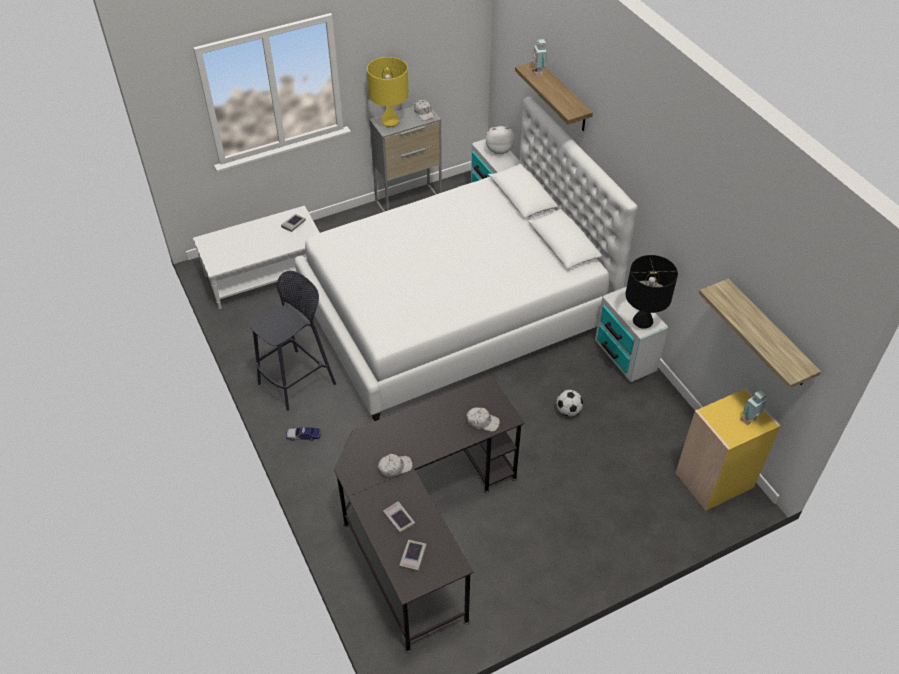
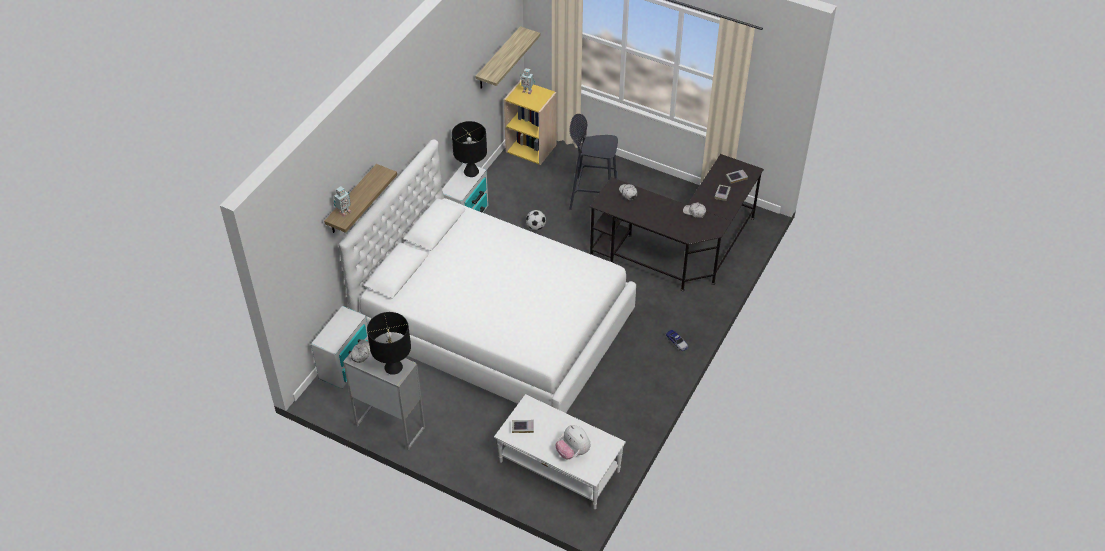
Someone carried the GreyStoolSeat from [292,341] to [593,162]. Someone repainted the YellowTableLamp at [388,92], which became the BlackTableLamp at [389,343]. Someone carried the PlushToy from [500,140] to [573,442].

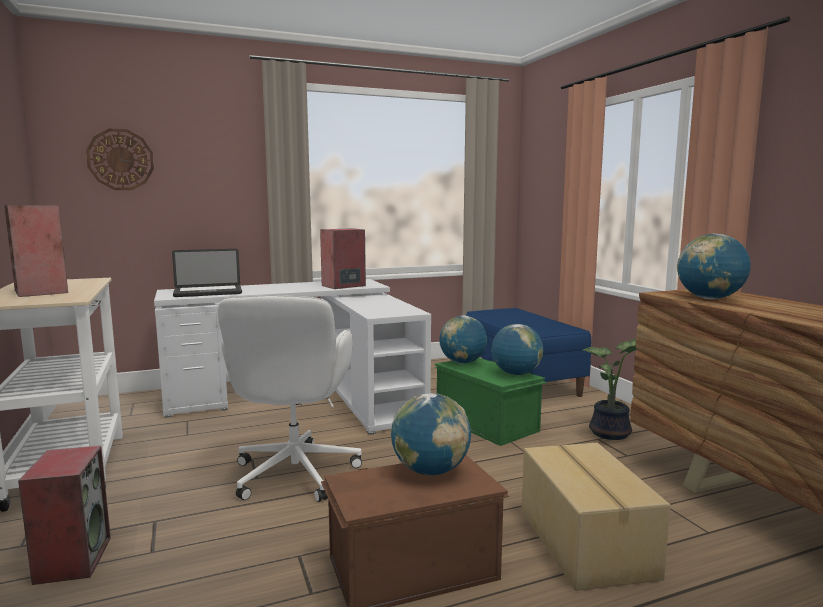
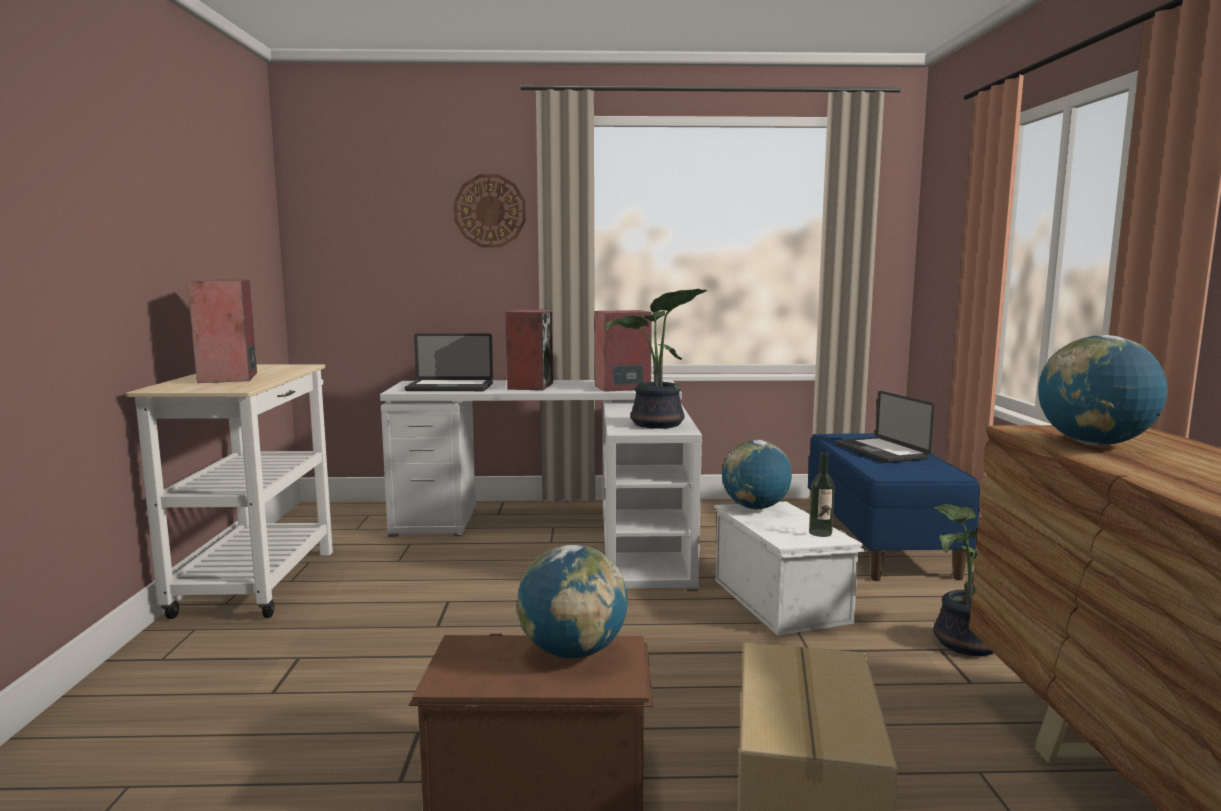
Someone carried the AudioSpeaker from [64,515] to [529,350]. Someone carried the ClockOnTheWall from [120,159] to [490,211]. Someone took away the WhiteColouredOfficeChair at [290,398]. Someone repainted the GreenColouredStorageBin at [491,402], which became the WhiteColouredStorageBin at [790,568]. Someone swapped the DeskGlobe at [517,349] for the Bottle at [822,495]. Someone put down the Houseplant at [656,359]. Someone put down the NotebookComputer at [885,427].

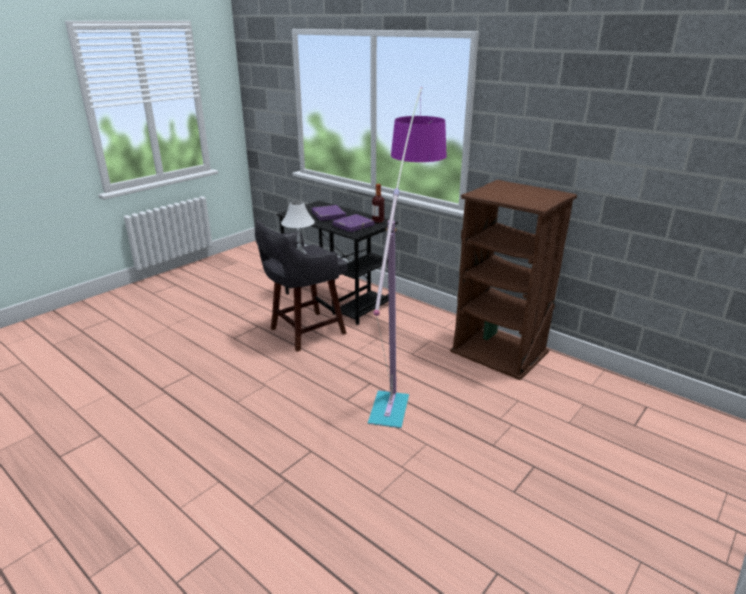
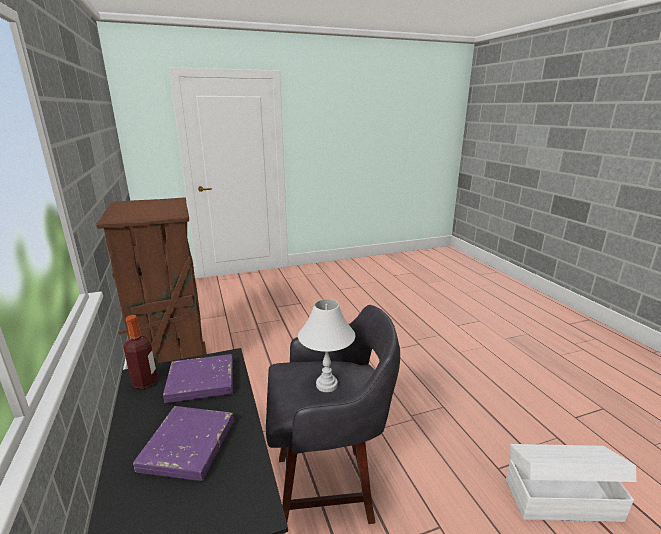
Someone took away the StandingLamp at [407,257]. Someone put down the WhiteColouredStorageBin at [571,483].

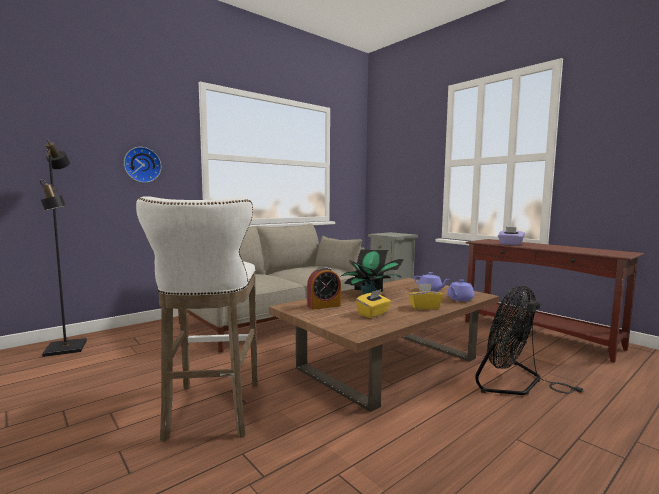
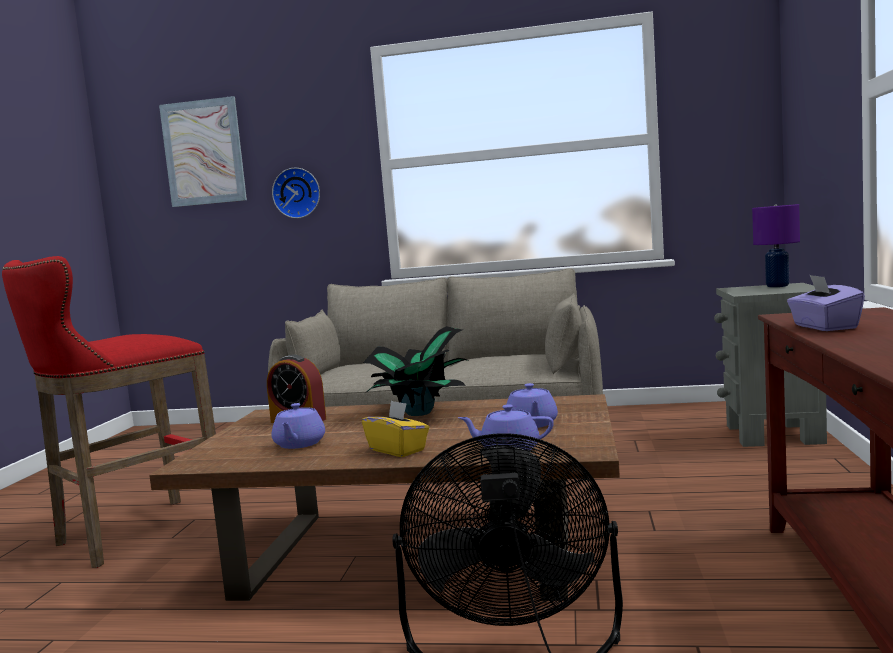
Someone took away the BlackStandingLamp at [63,248]. Someone repainted the WhiteColouredStoolSeat at [196,319], which became the ReddishStoolSeat at [109,412]. Someone swapped the YellowTissueHolder at [373,303] for the PurpleColouredTeaPot at [298,426]. Someone put up the WallPicture at [203,151]. Someone put down the PurpleColouredTableLamp at [776,245].

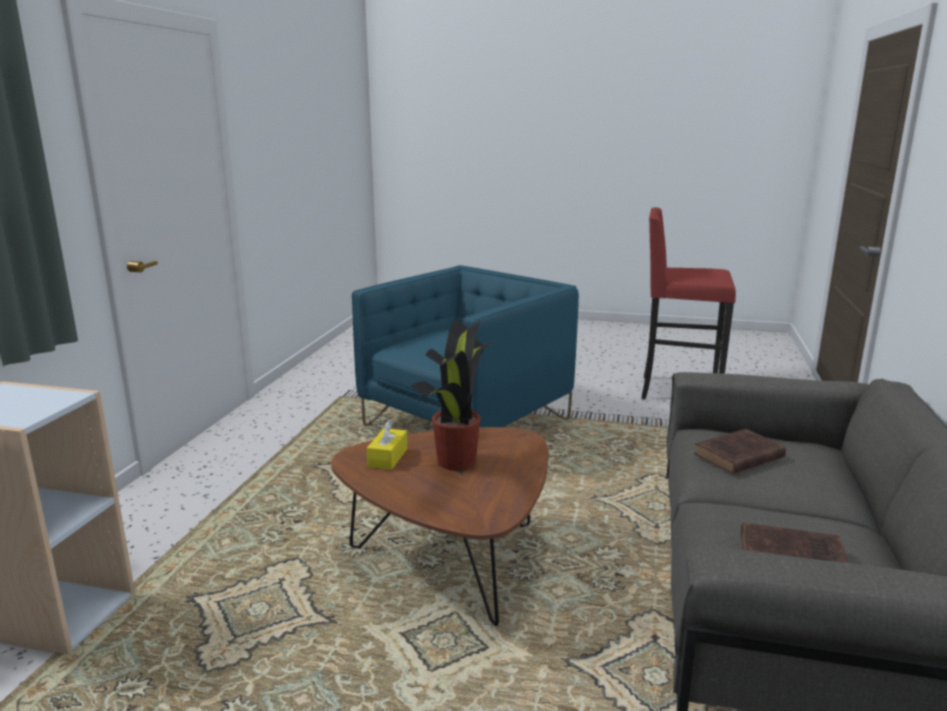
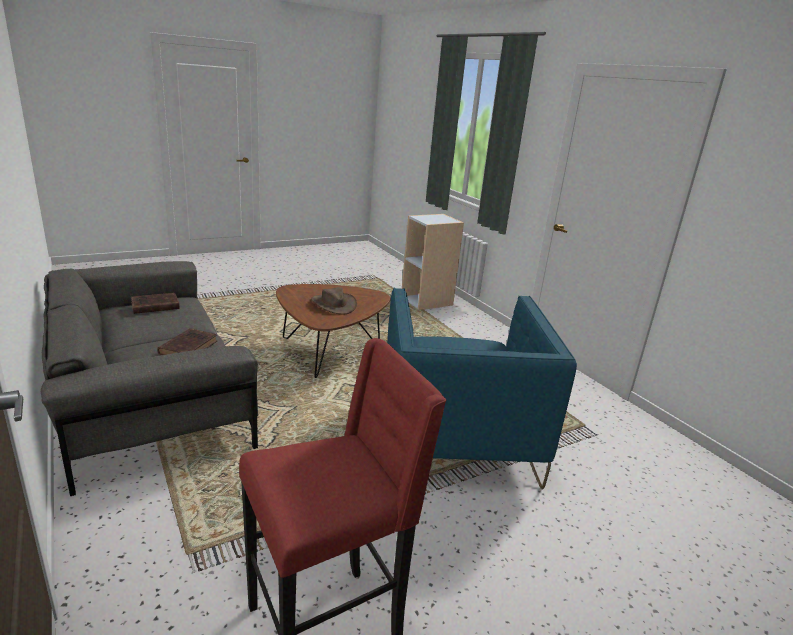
Someone took away the YellowTissueHolder at [387,445]. Someone swapped the Houseplant at [453,395] for the BrownColouredClothingHat at [334,301].

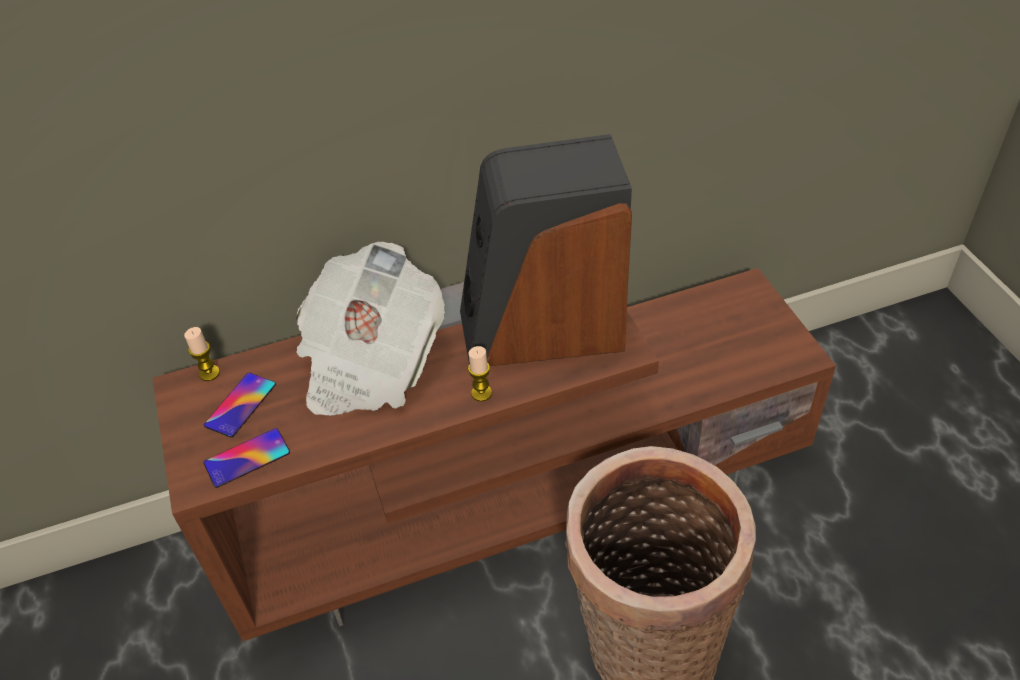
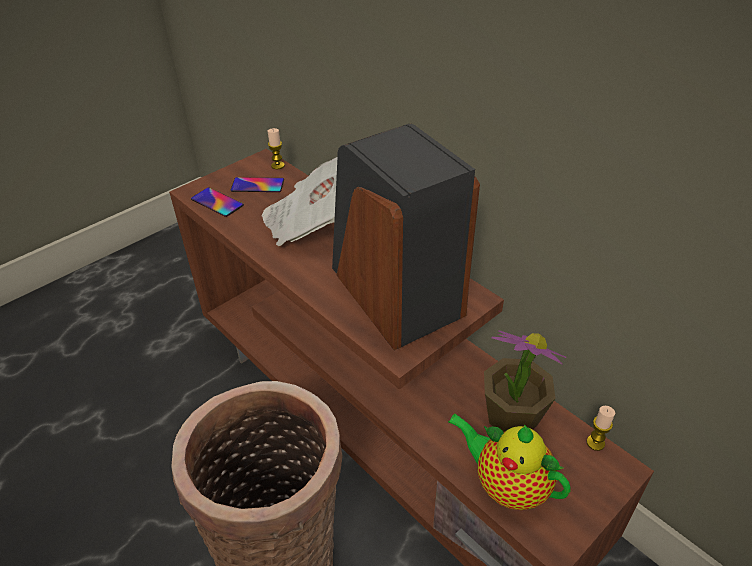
Someone carried the Candle from [480,374] to [600,428]. Someone put down the TeaPot at [509,461]. Someone put down the Houseplant at [525,381].

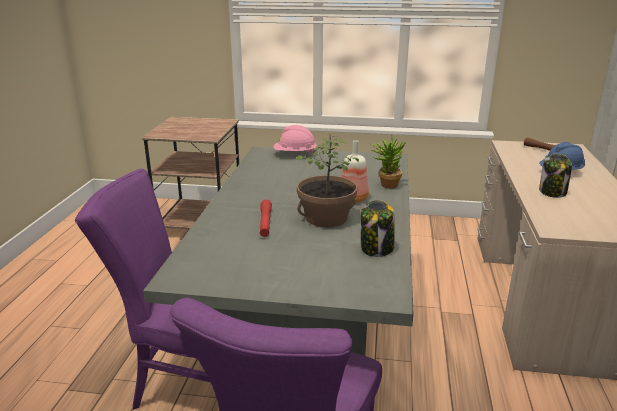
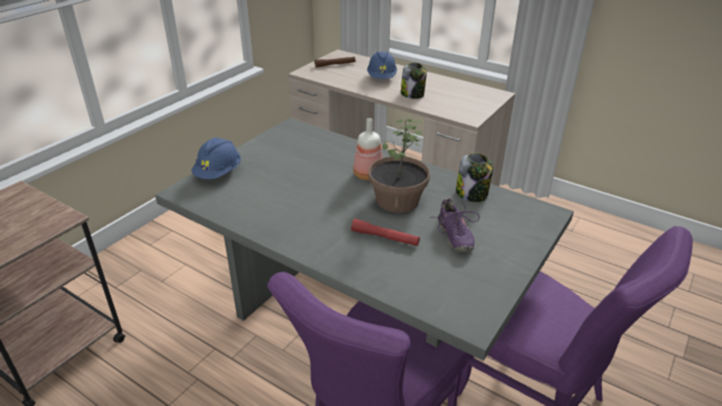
Someone repainted the PinkColouredSafetyHelmet at [295,139], which became the BluishSafetyHelmet at [216,158]. Someone took away the Houseplant at [388,161]. Someone put down the PurpleColouredItemOfFootwear at [455,225].

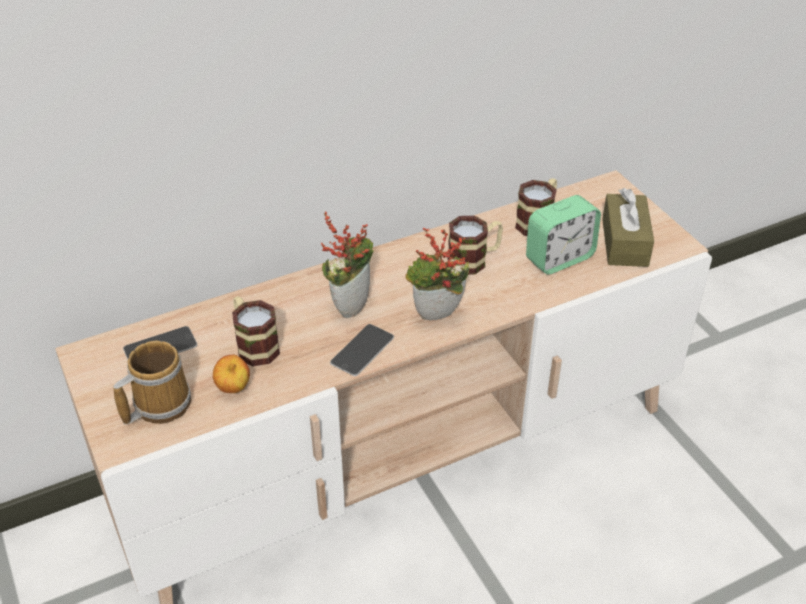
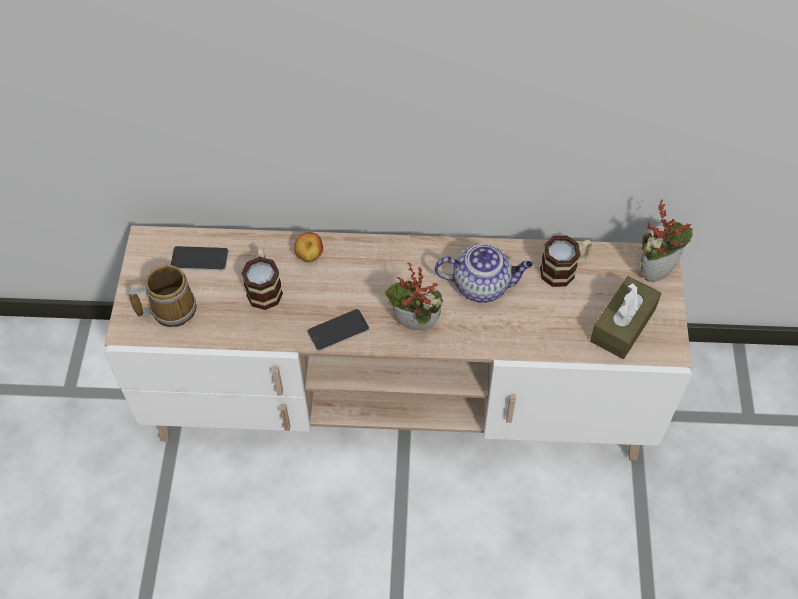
Someone carried the Apple from [231,373] to [308,247]. Someone carried the Houseplant from [347,264] to [667,240]. Someone swapped the TeaMug at [475,245] for the TeaPot at [484,273]. Someone took away the TableClock at [563,235].

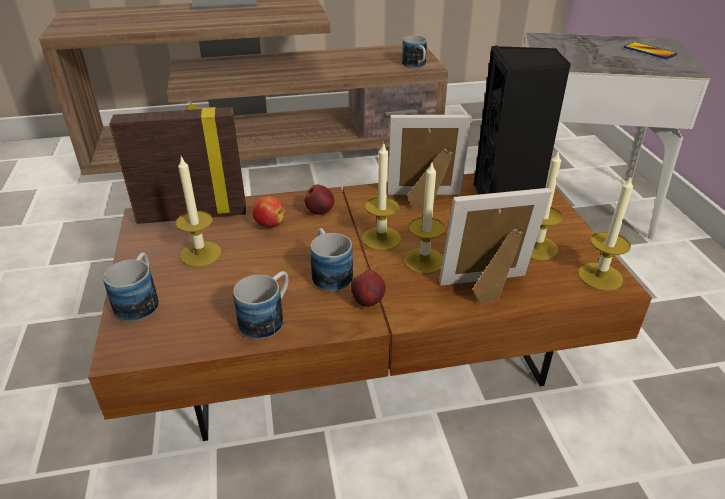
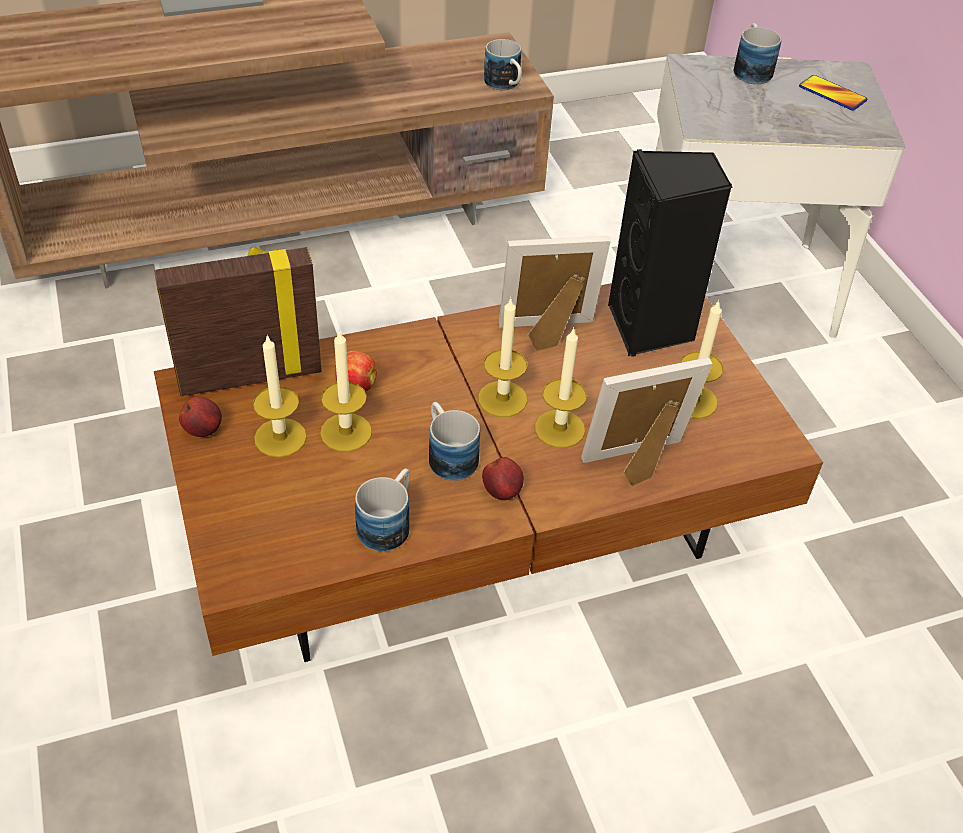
Someone carried the TeaMug from [131,287] to [758,53]. Someone carried the Apple from [319,200] to [200,417]. Someone carried the Candle from [605,233] to [346,390].

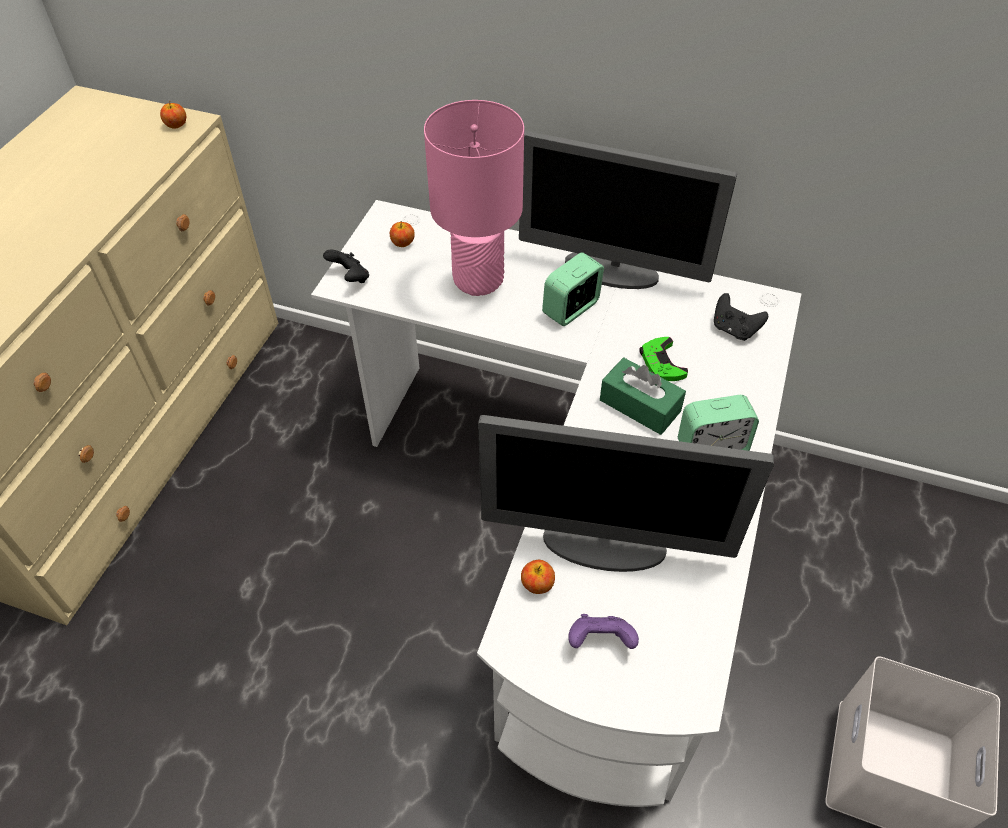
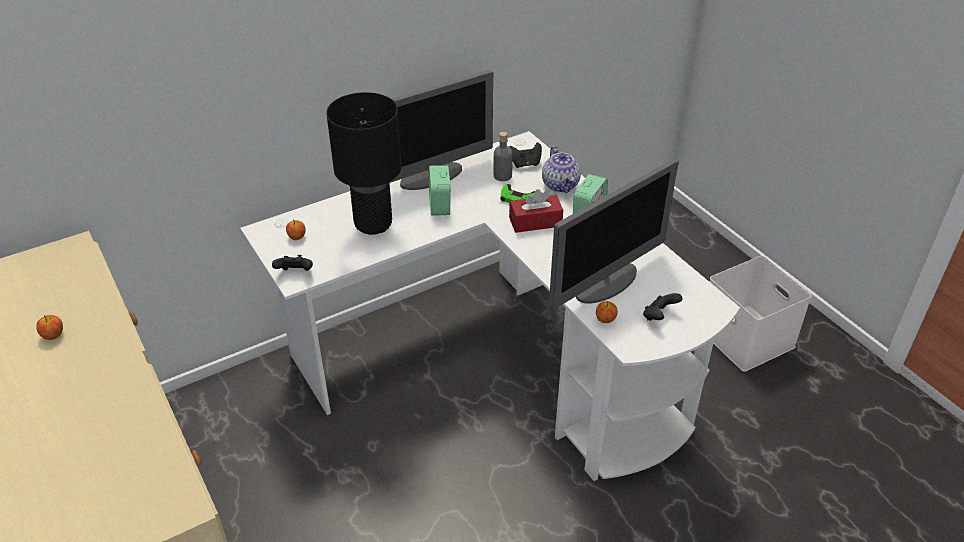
Someone carried the Apple from [173,114] to [49,327]. Someone repainted the PinkColouredTableLamp at [474,198], which became the BlackTableLamp at [364,163]. Someone repainted the PurpleColouredJoypad at [603,631], which became the BlackJoypad at [663,307]. Someone repainted the GreenColouredTissueHolder at [643,396], which became the ReddishTissueHolder at [536,211]. Someone put down the GreyBottle at [503,156]. Someone put down the TeaPot at [561,169].

